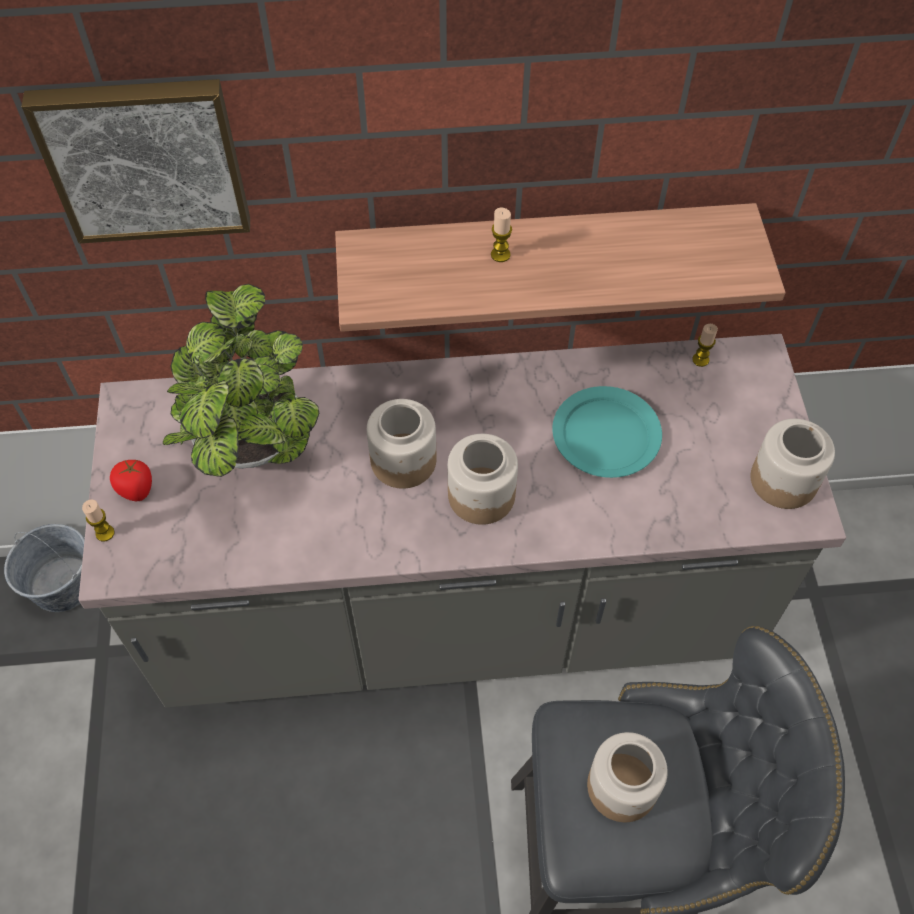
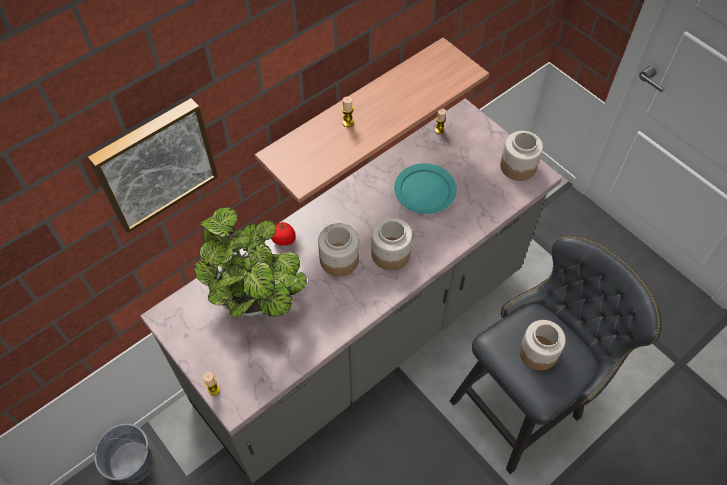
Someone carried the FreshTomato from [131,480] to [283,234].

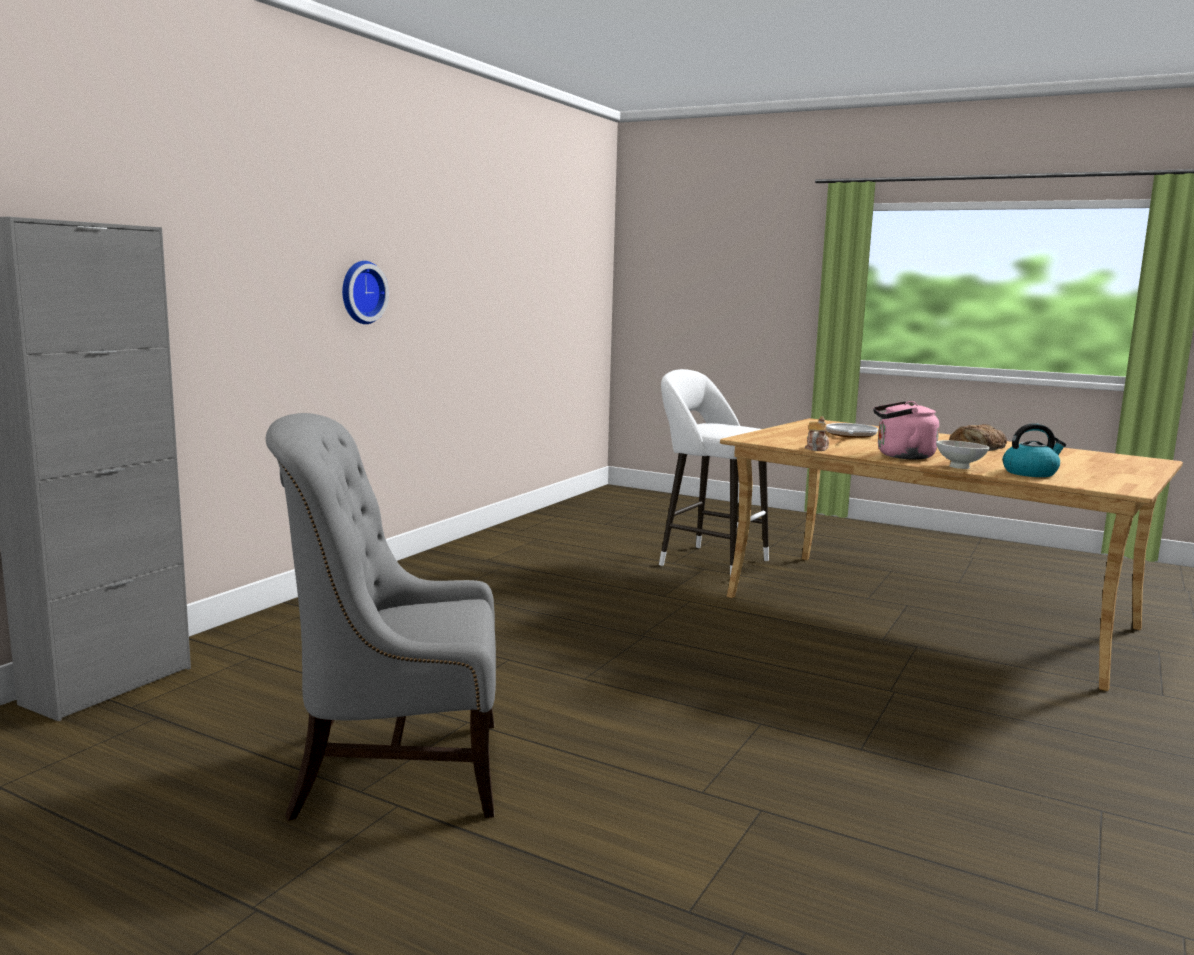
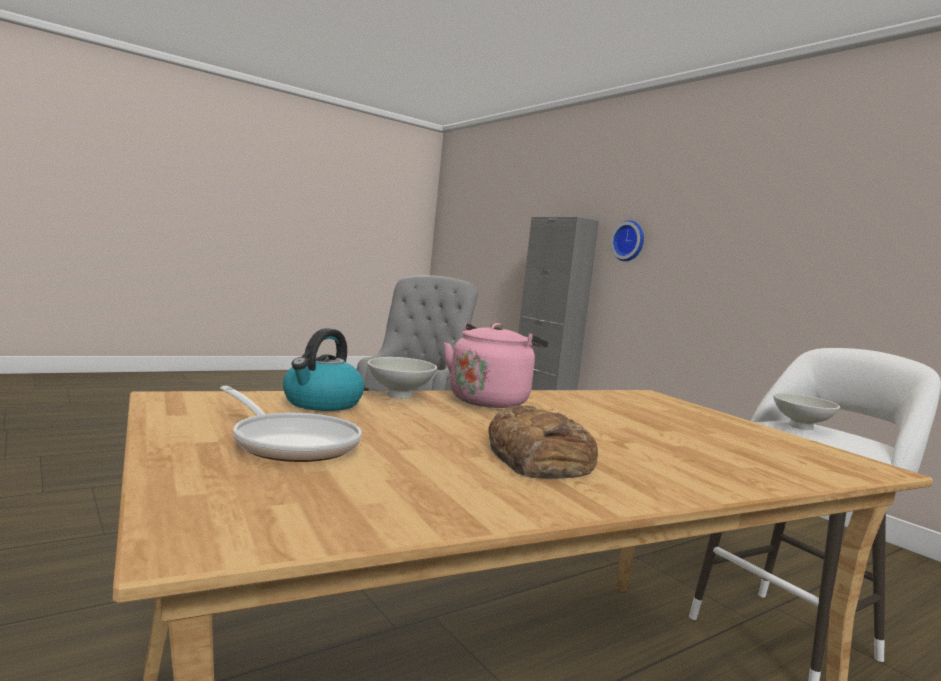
Someone carried the ClockOnTheWall from [365,292] to [627,240]. Someone took away the TeaPot at [817,433]. Someone carried the Skillet from [852,430] to [291,424]. Someone put down the WhiteColouredServingBowl at [806,411].

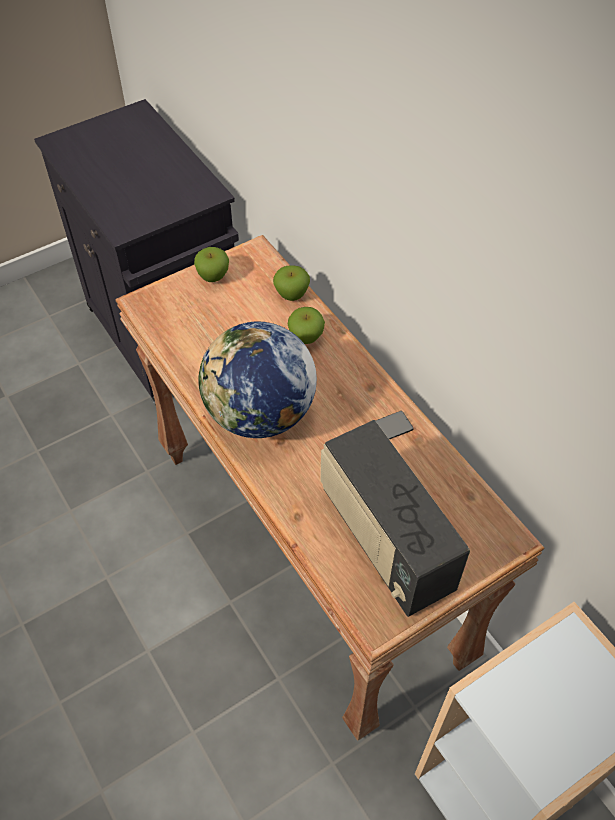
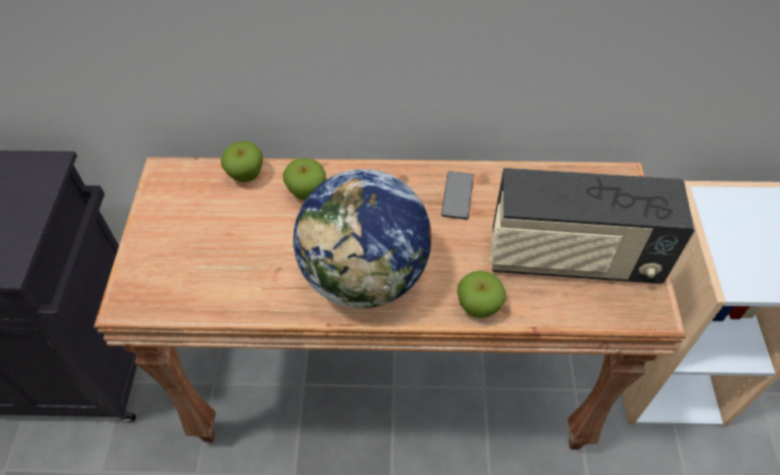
Someone carried the Apple from [211,264] to [481,294].

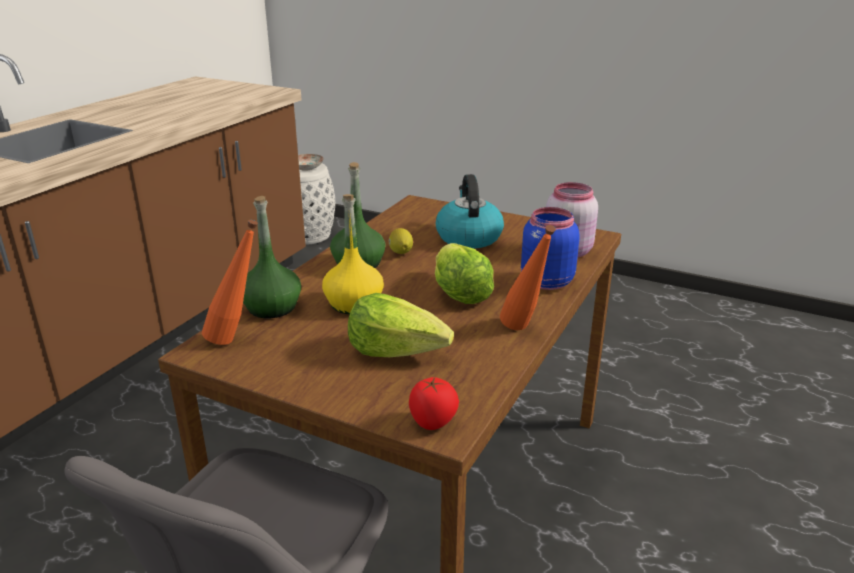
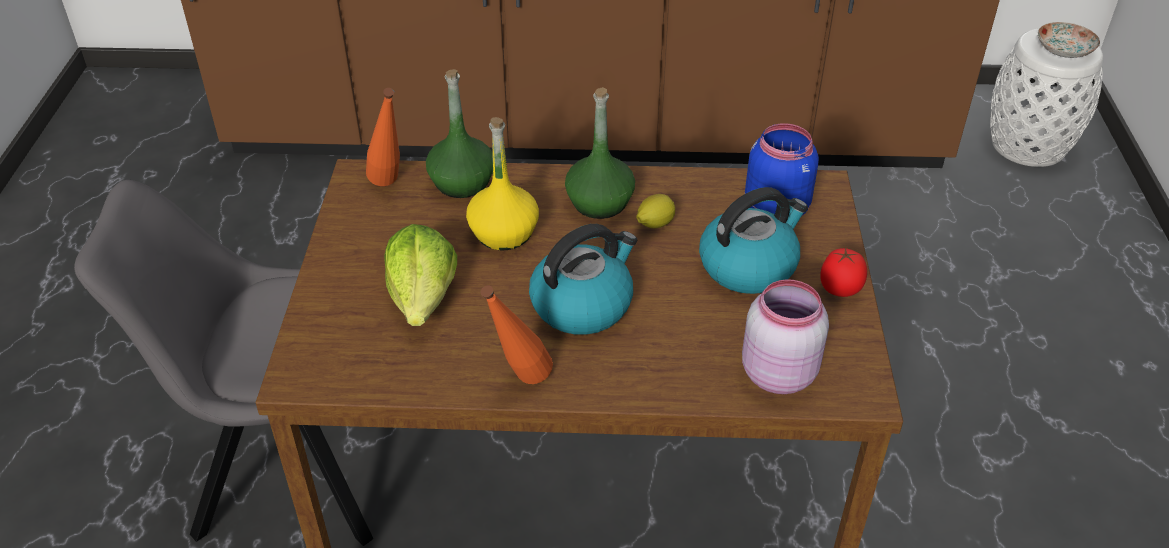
Someone carried the FreshTomato from [434,403] to [843,272]. Someone swapped the Lettuce at [464,273] for the WaterKettle at [583,279]. Someone carried the BluishJar from [550,248] to [782,170].

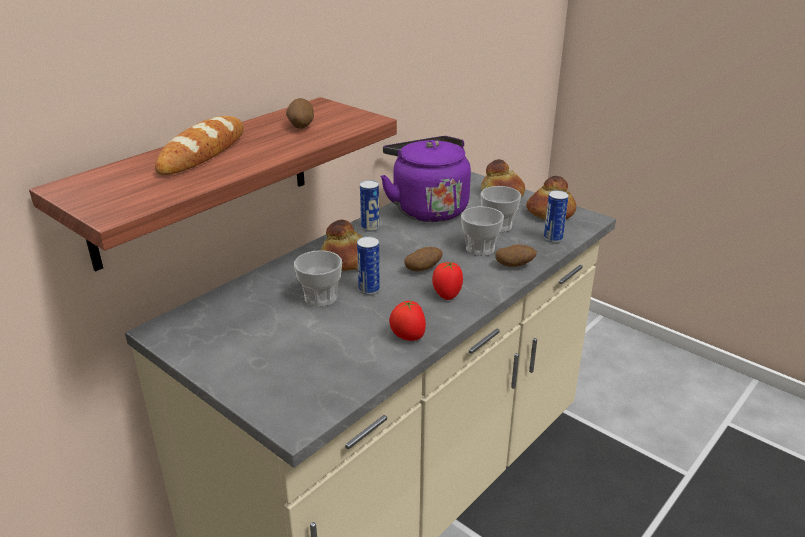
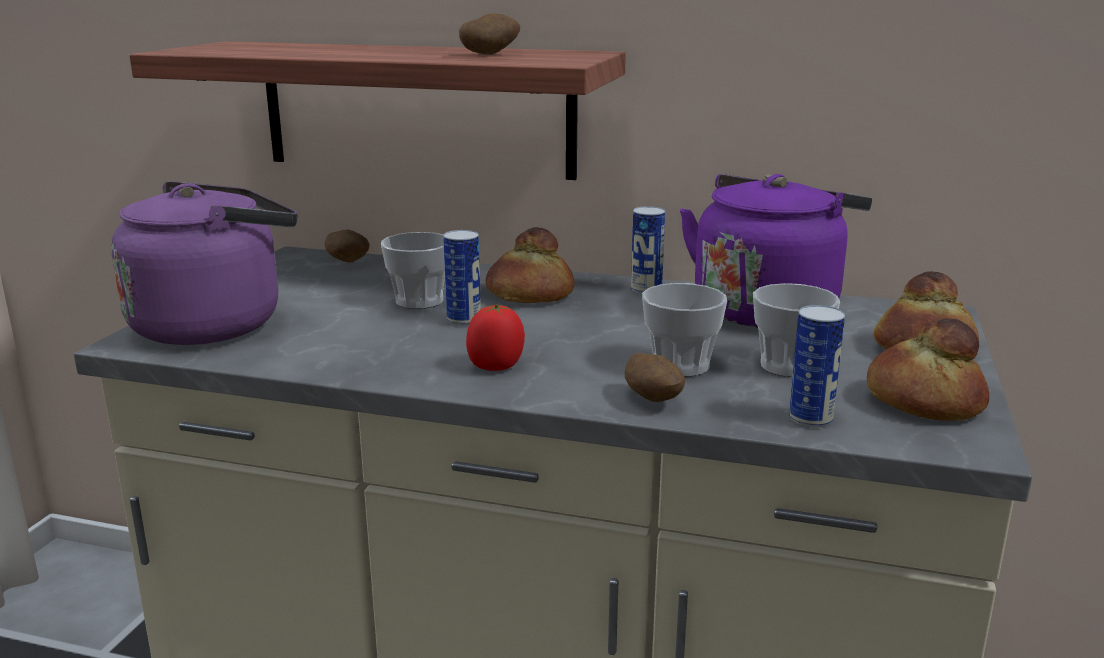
Someone took away the Bread at [199,145]. Someone took away the FreshTomato at [407,321]. Someone carried the Potato from [423,259] to [347,246]. Someone put down the PurpleColouredWaterKettle at [204,263].

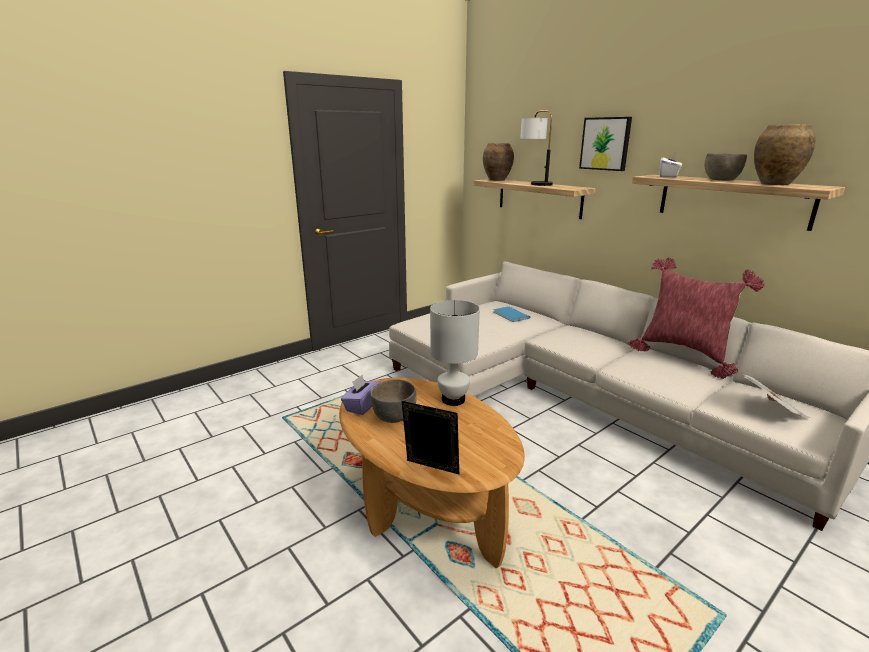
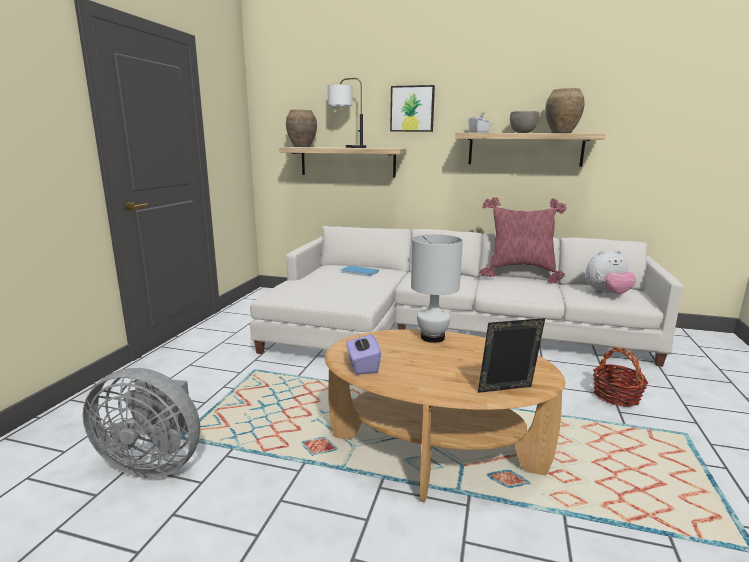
Someone took away the GreyServingBowl at [394,401]. Someone swapped the DailyPaper at [776,396] for the PlushToy at [610,272]. Someone put down the GreyFan at [141,423]. Someone put down the StorageBasket at [620,377].

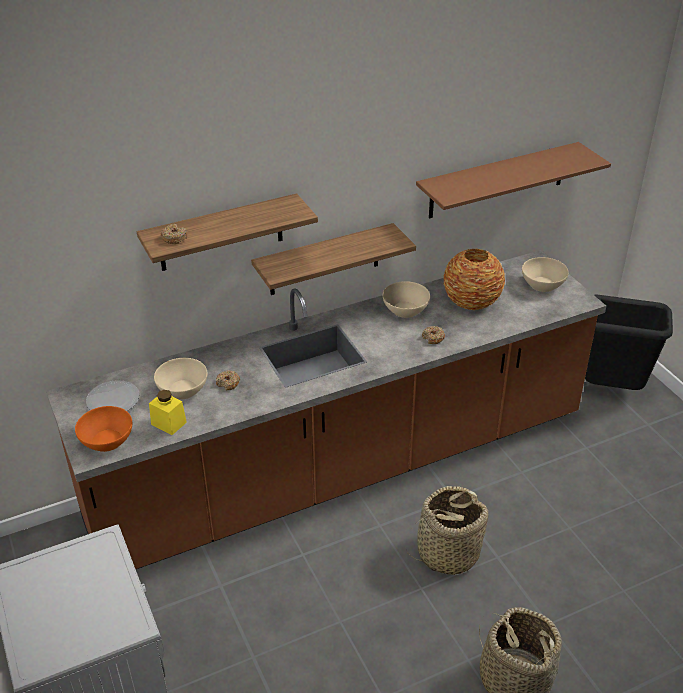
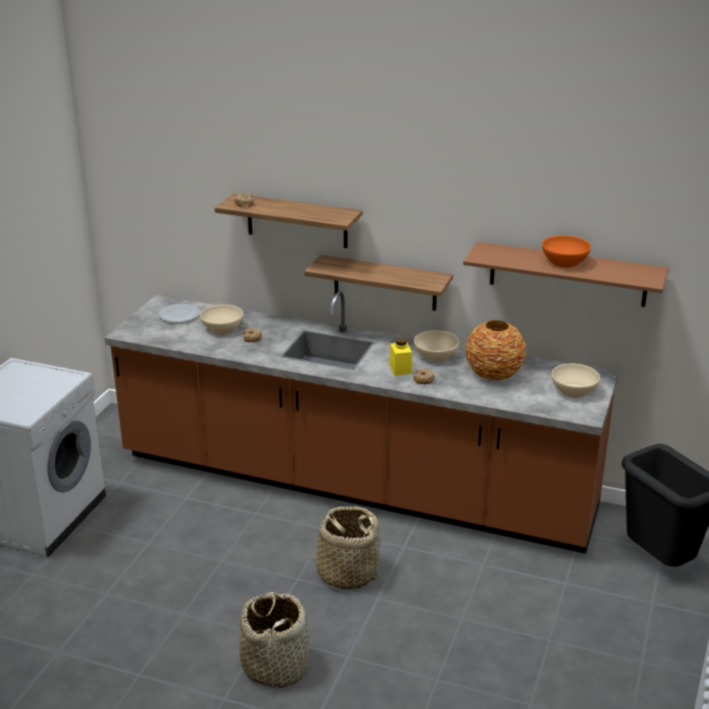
Someone carried the OrangeServingBowl from [103,429] to [566,251]. Someone carried the YellowJar from [168,412] to [400,356].

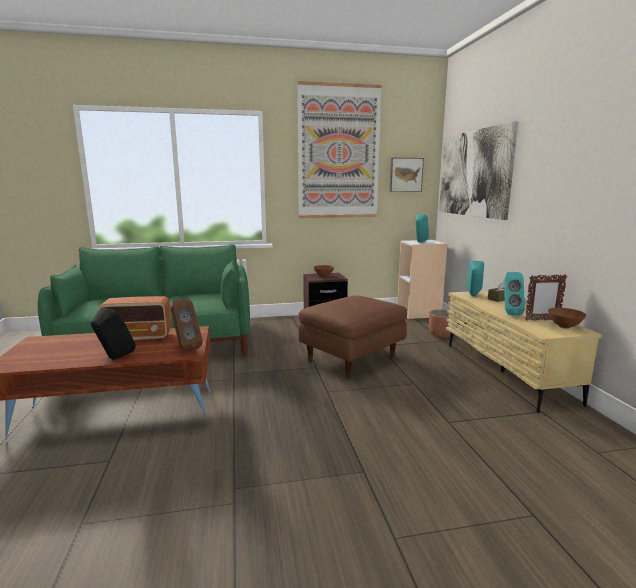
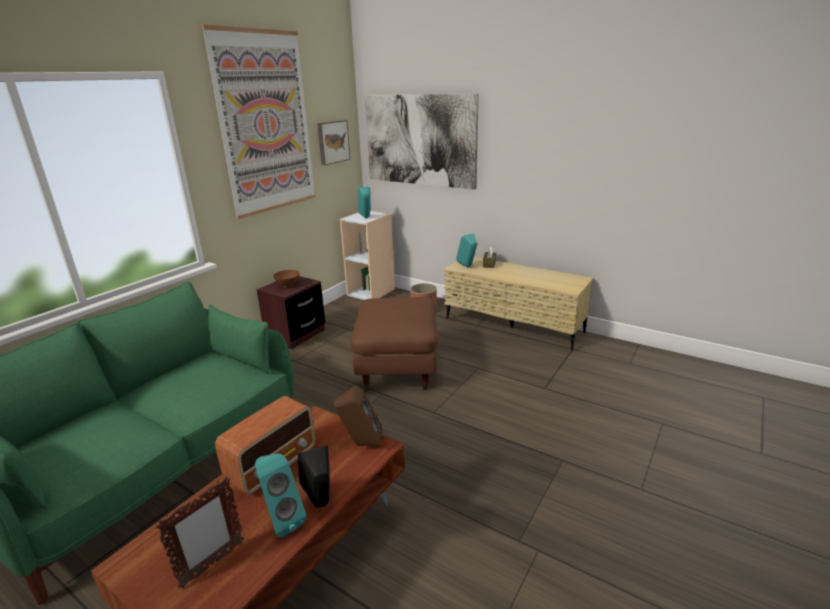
Someone carried the BlueGreenAudioSpeaker from [514,293] to [280,495]. Someone carried the StandingFrame from [546,297] to [199,532]. Someone took away the BrownColouredServingBowl at [567,318].

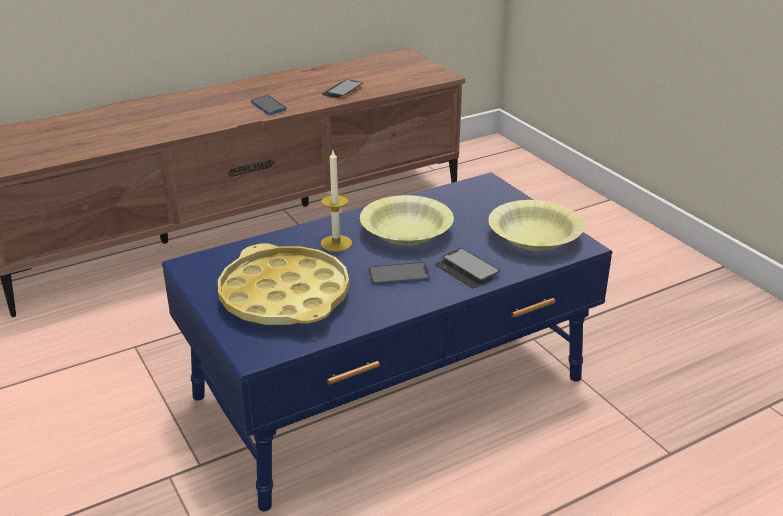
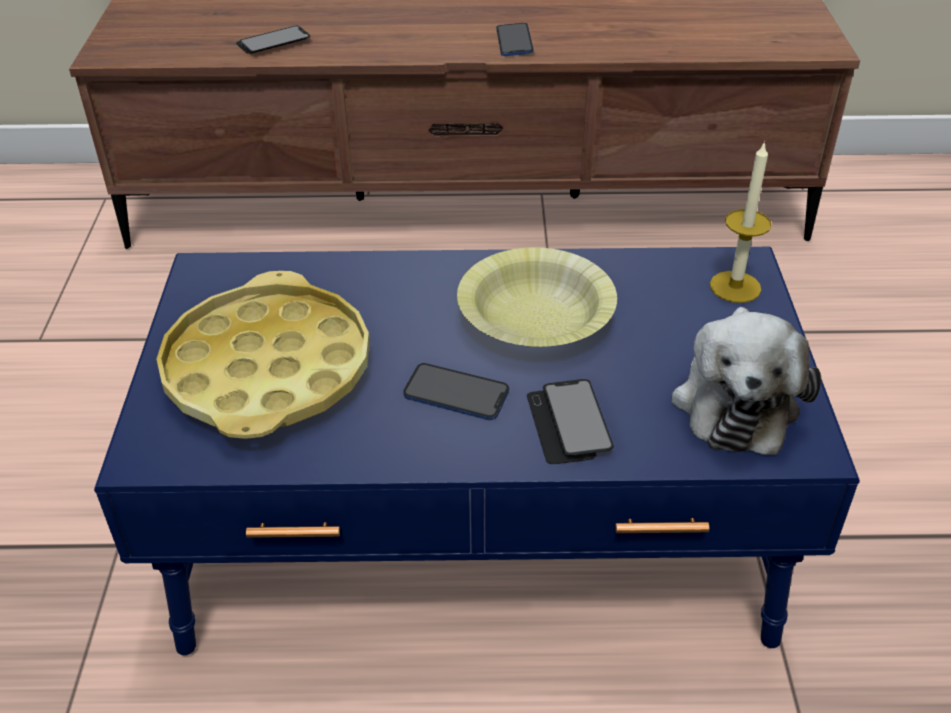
Someone carried the Telephone from [342,89] to [273,39]. Someone carried the Candle from [336,201] to [741,222]. Someone swapped the YellowServingBowl at [536,225] for the PlushToy at [746,381].

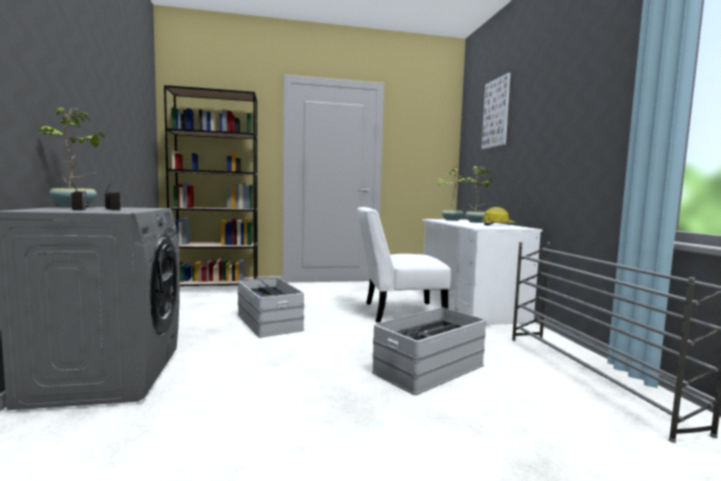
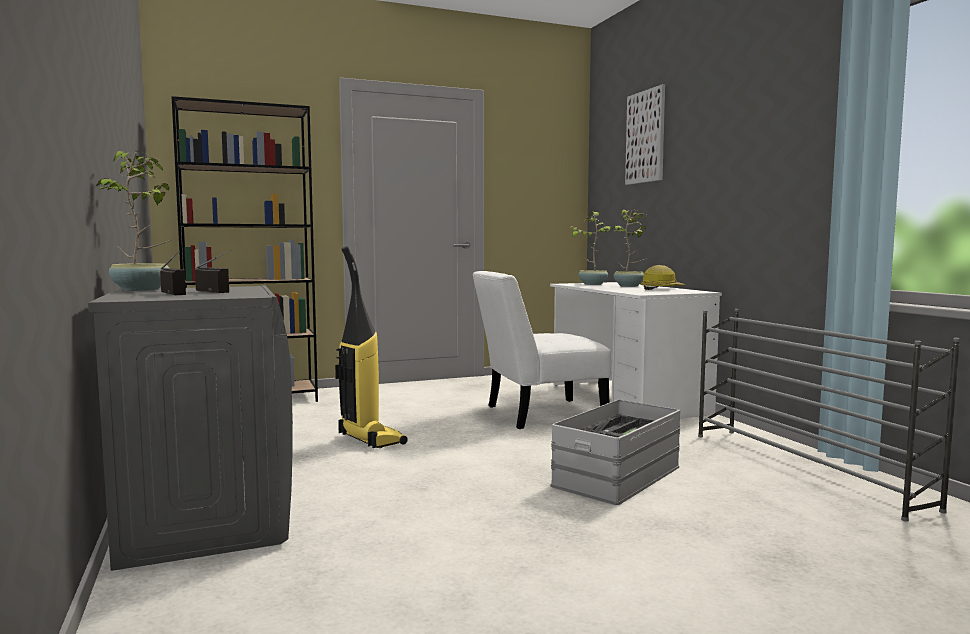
Someone swapped the GreyStorageBin at [271,307] for the VacuumCleaner at [371,347].

